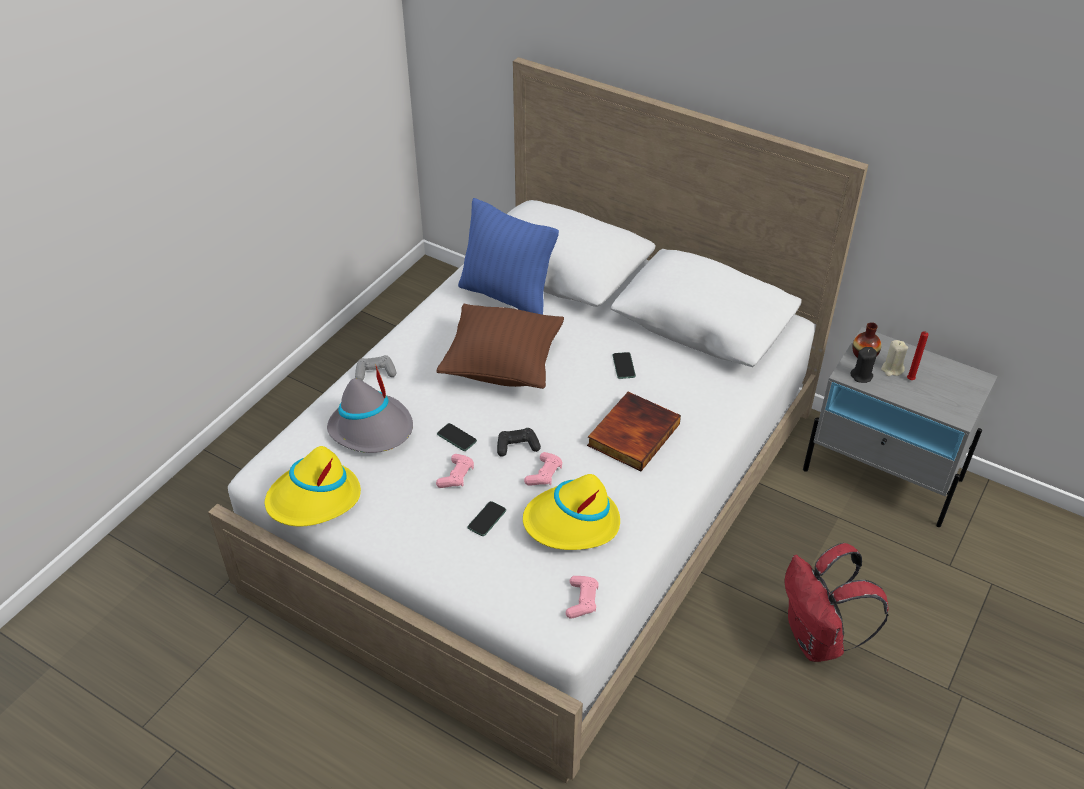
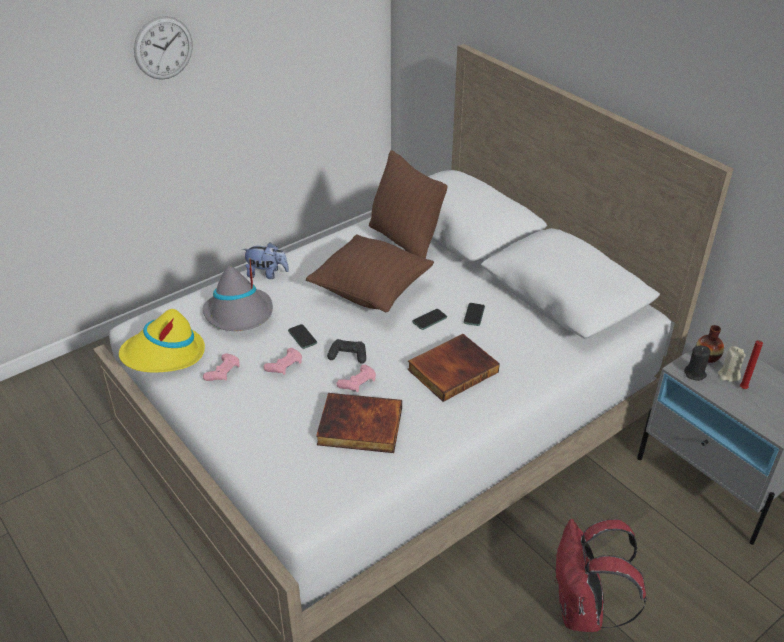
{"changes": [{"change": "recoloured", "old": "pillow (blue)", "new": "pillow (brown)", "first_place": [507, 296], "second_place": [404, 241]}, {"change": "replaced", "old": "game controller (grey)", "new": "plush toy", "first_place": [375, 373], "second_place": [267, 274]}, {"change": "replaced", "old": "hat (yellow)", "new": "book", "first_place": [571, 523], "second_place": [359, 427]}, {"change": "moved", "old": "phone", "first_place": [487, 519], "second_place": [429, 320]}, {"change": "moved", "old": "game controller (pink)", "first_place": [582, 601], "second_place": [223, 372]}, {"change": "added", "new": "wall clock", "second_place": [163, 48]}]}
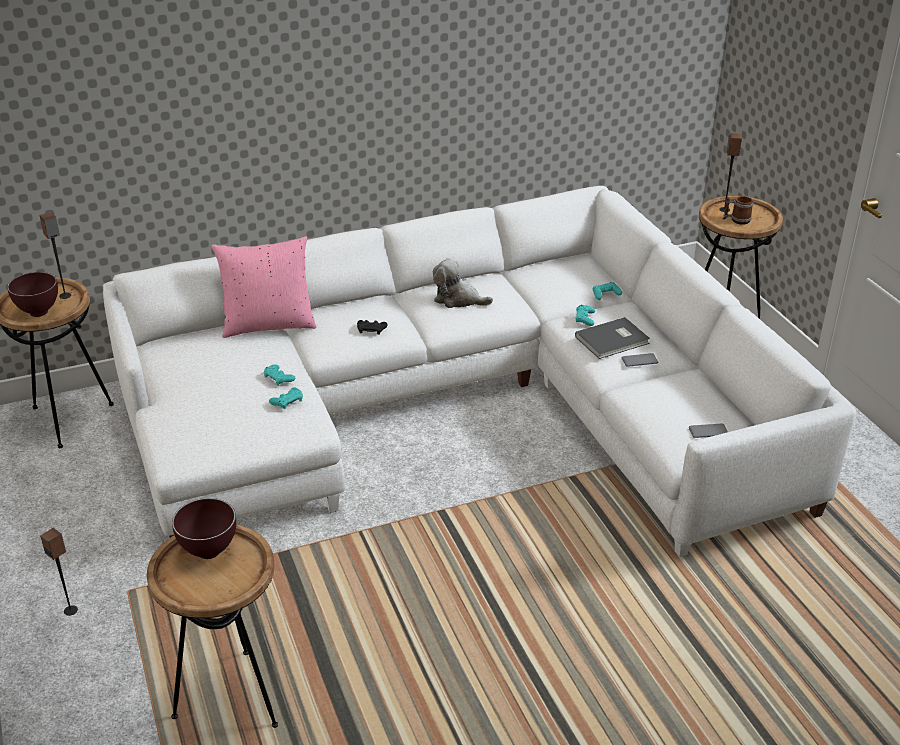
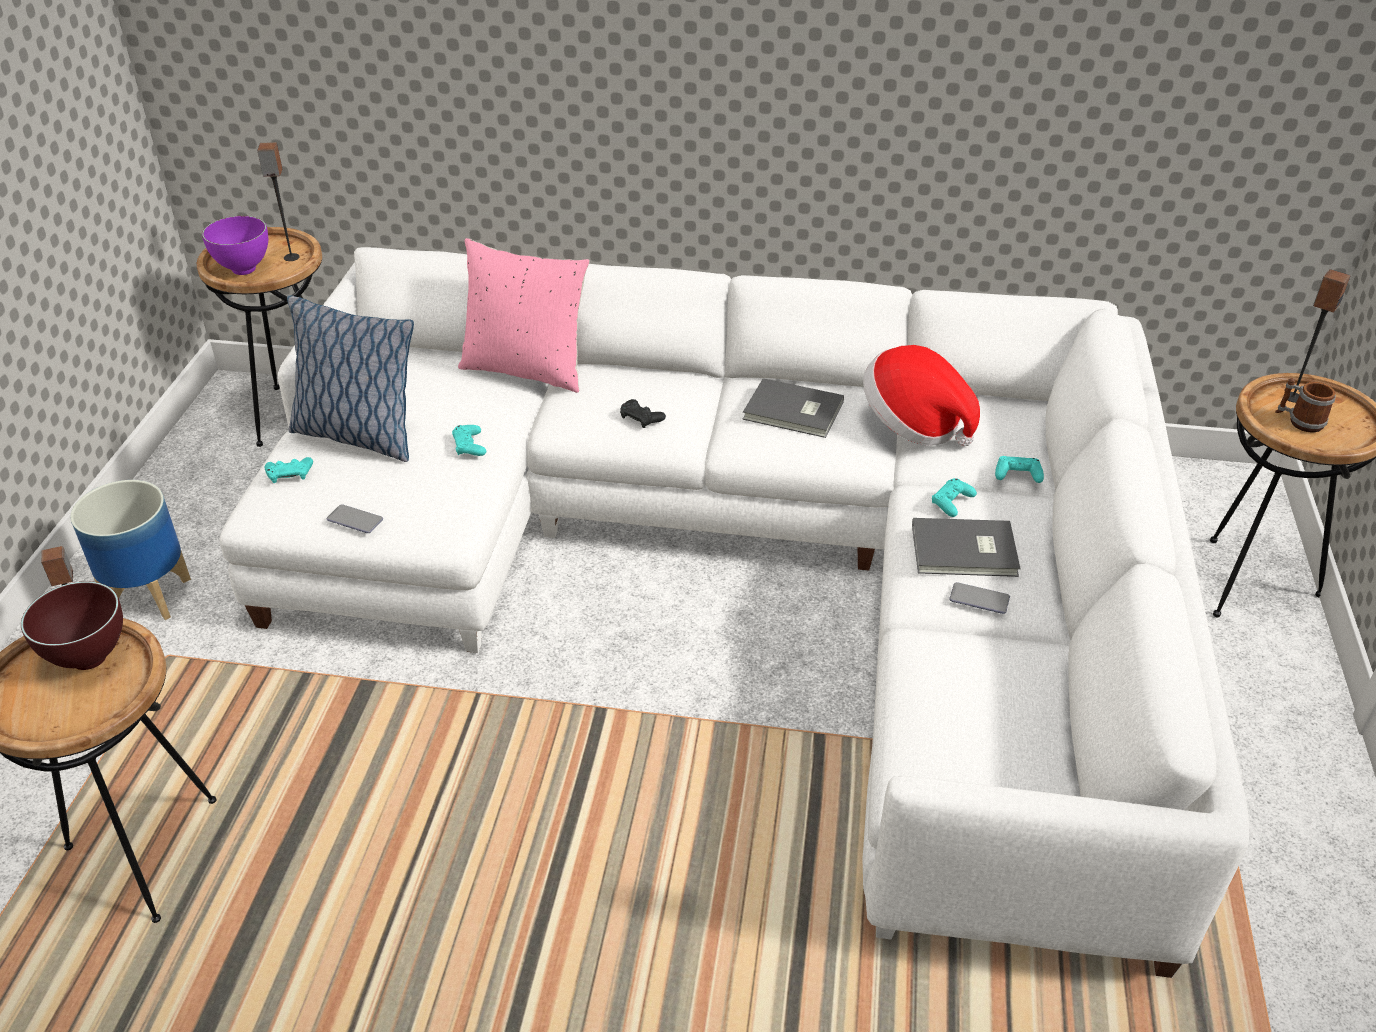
{"changes": [{"change": "replaced", "old": "plush toy", "new": "book (grey)", "first_place": [458, 299], "second_place": [794, 412]}, {"change": "recoloured", "old": "bowl (brown)", "new": "bowl (purple)", "first_place": [39, 313], "second_place": [244, 271]}, {"change": "moved", "old": "game controller (turquoise)", "first_place": [287, 401], "second_place": [289, 474]}, {"change": "moved", "old": "phone", "first_place": [708, 431], "second_place": [355, 520]}, {"change": "added", "new": "pillow", "second_place": [357, 435]}, {"change": "added", "new": "hat", "second_place": [914, 424]}, {"change": "added", "new": "planter", "second_place": [152, 596]}]}
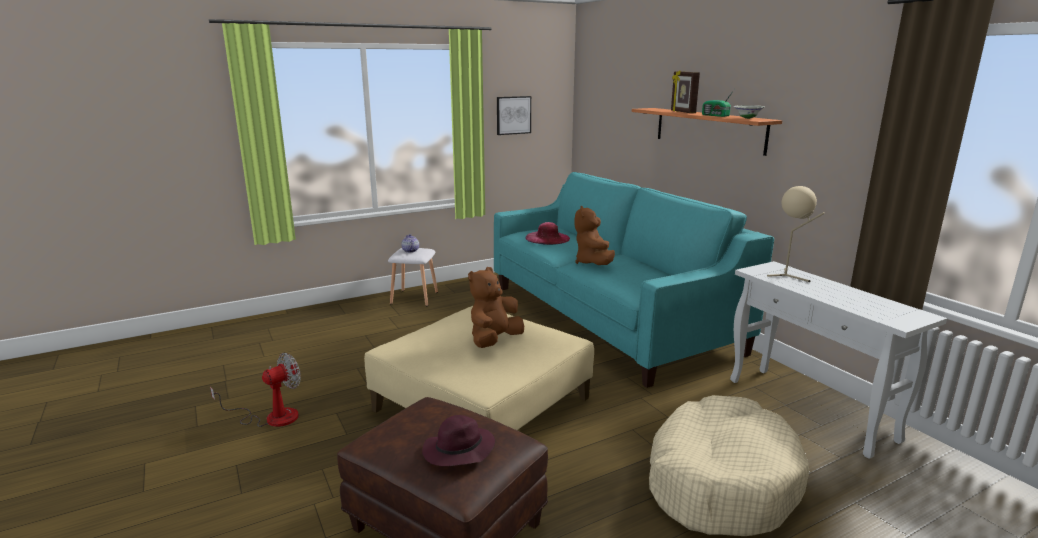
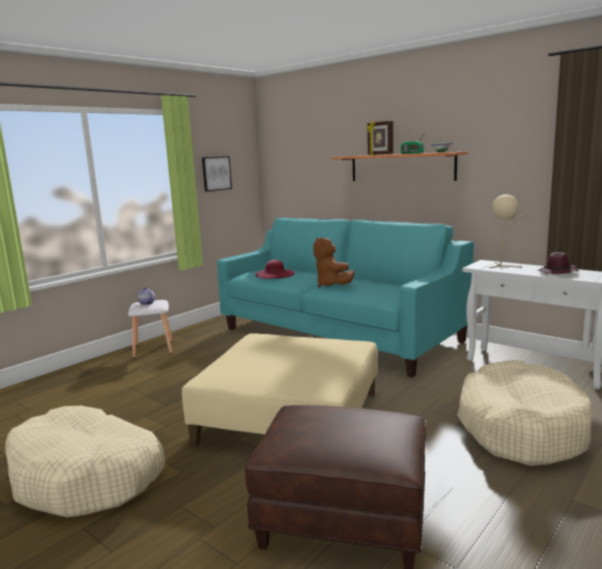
{"changes": [{"change": "removed", "old": "plush toy (brown)", "first_place": [494, 341]}, {"change": "replaced", "old": "fan", "new": "dog bed (beige)", "first_place": [271, 417], "second_place": [87, 476]}, {"change": "moved", "old": "hat (purple)", "first_place": [458, 451], "second_place": [557, 272]}]}
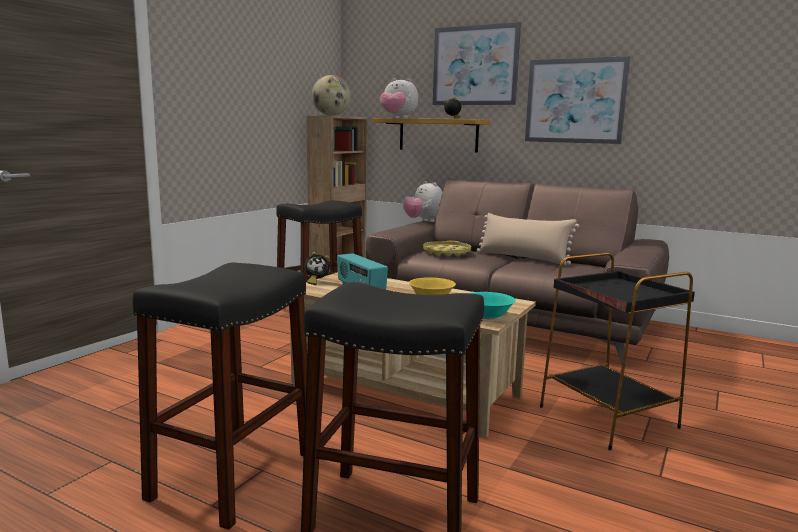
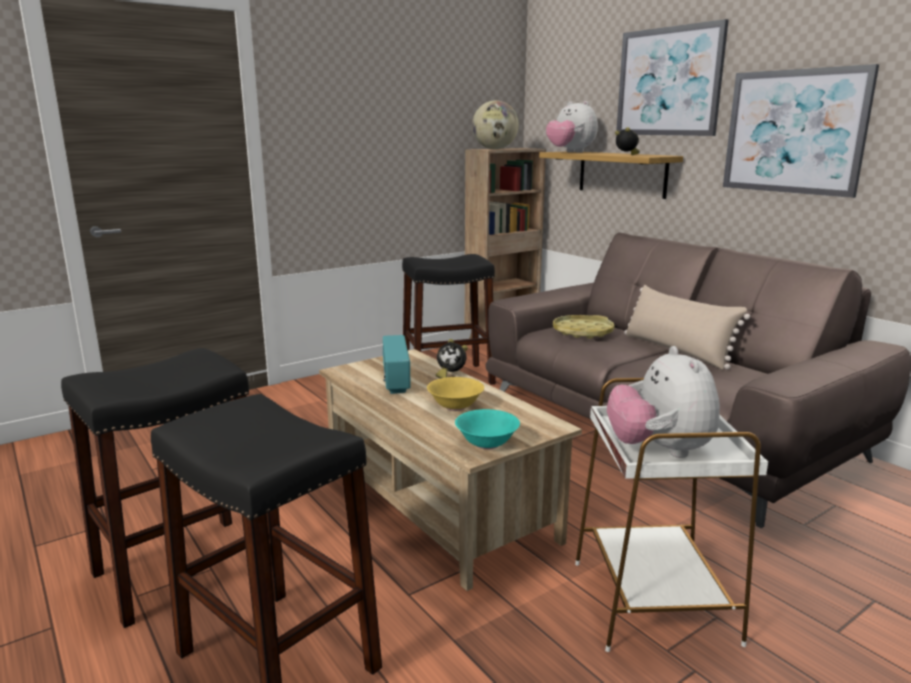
{"changes": [{"change": "moved", "old": "plush toy", "first_place": [423, 221], "second_place": [659, 450]}, {"change": "moved", "old": "alarm clock", "first_place": [316, 282], "second_place": [450, 375]}, {"change": "recoloured", "old": "side table (black)", "new": "side table (white)", "first_place": [608, 418], "second_place": [652, 602]}]}
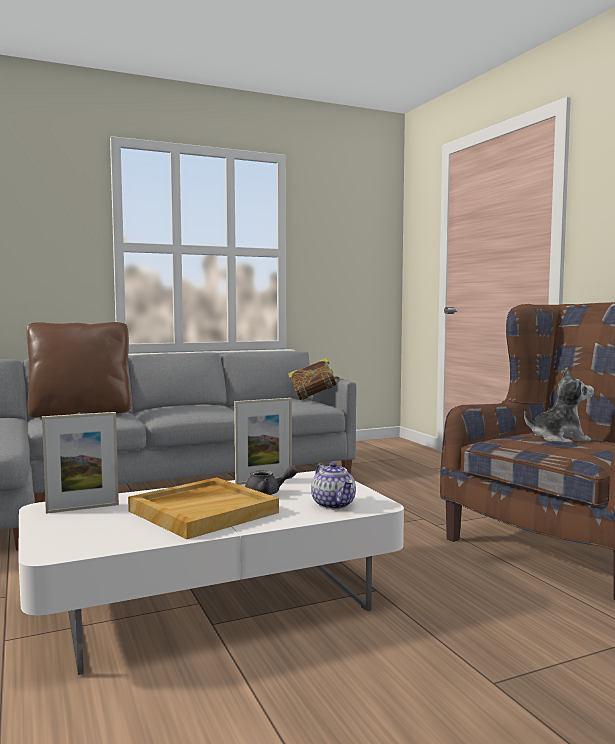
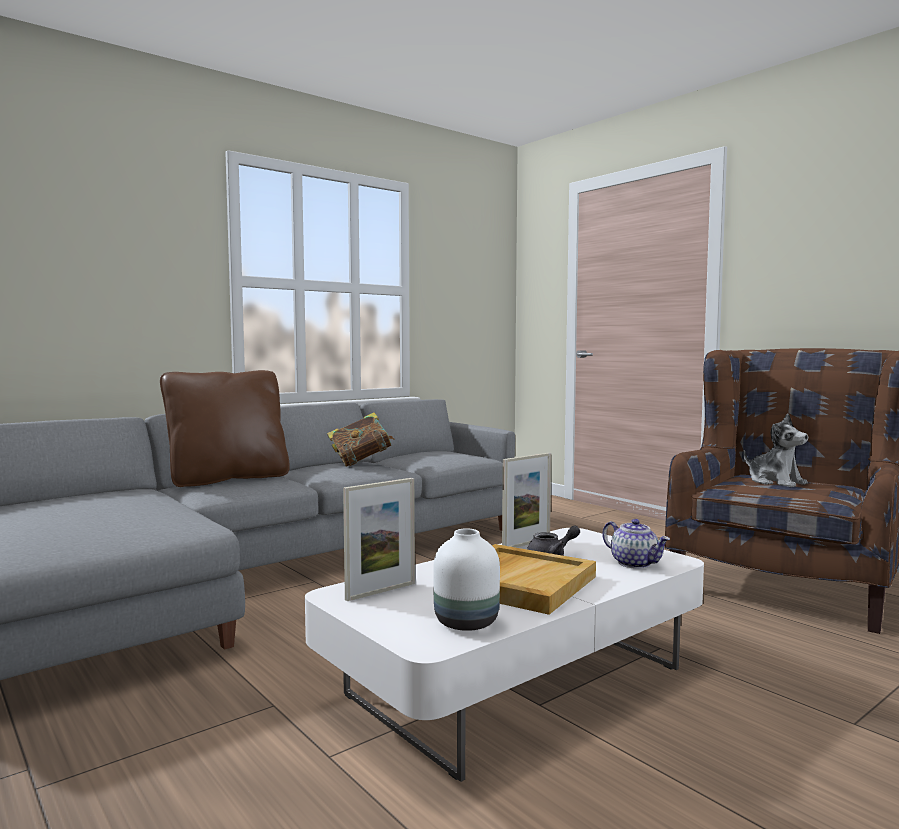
{"changes": [{"change": "moved", "old": "book", "first_place": [313, 398], "second_place": [361, 463]}, {"change": "turned", "old": "plush toy", "first_place": [558, 439], "second_place": [775, 482], "degrees": 75}, {"change": "added", "new": "vase (white)", "second_place": [467, 622]}]}
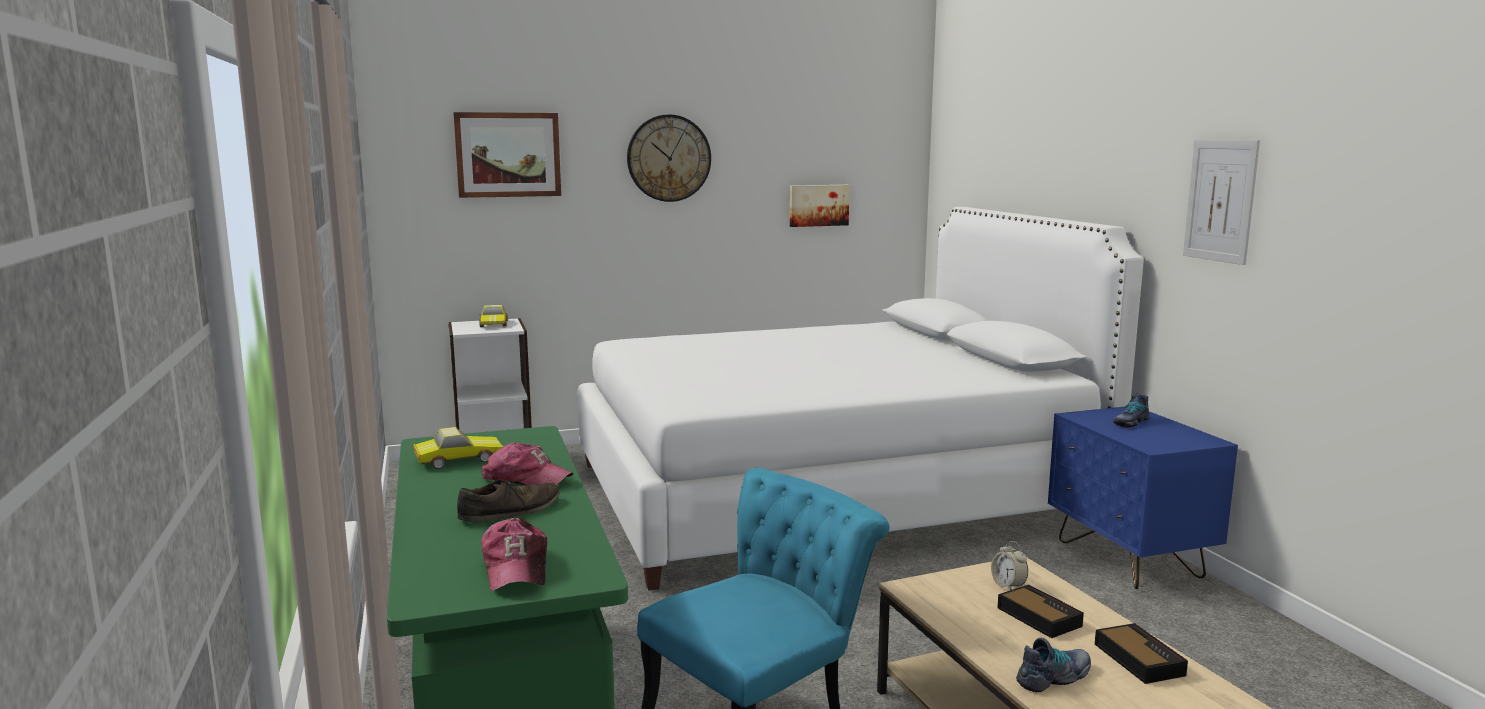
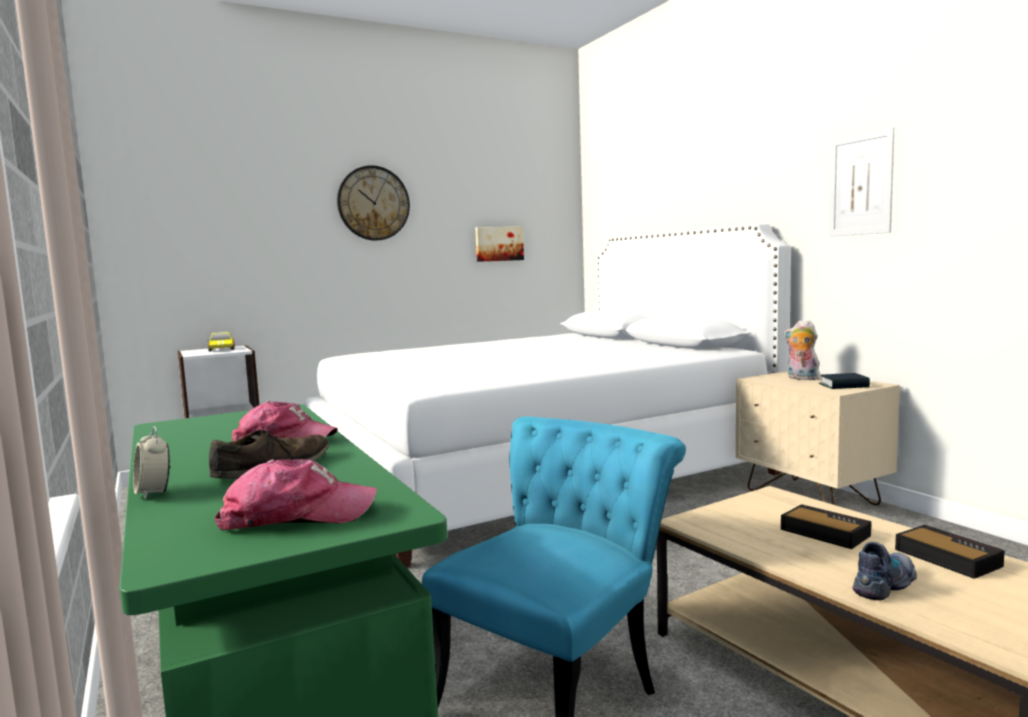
{"changes": [{"change": "removed", "old": "picture", "first_place": [508, 155]}, {"change": "replaced", "old": "shoe", "new": "plush toy", "first_place": [1130, 422], "second_place": [801, 378]}, {"change": "recoloured", "old": "nightstand (blue)", "new": "nightstand (beige)", "first_place": [1129, 560], "second_place": [812, 497]}, {"change": "removed", "old": "toy car", "first_place": [458, 459]}, {"change": "turned", "old": "cap", "first_place": [516, 568], "second_place": [297, 516], "degrees": -75}, {"change": "moved", "old": "alarm clock", "first_place": [1008, 586], "second_place": [153, 493]}, {"change": "added", "new": "book", "second_place": [843, 386]}]}
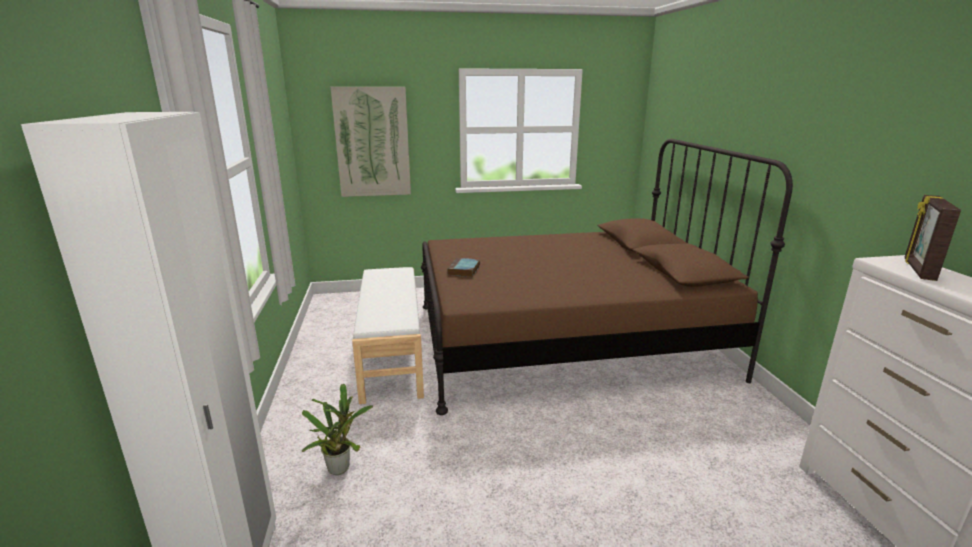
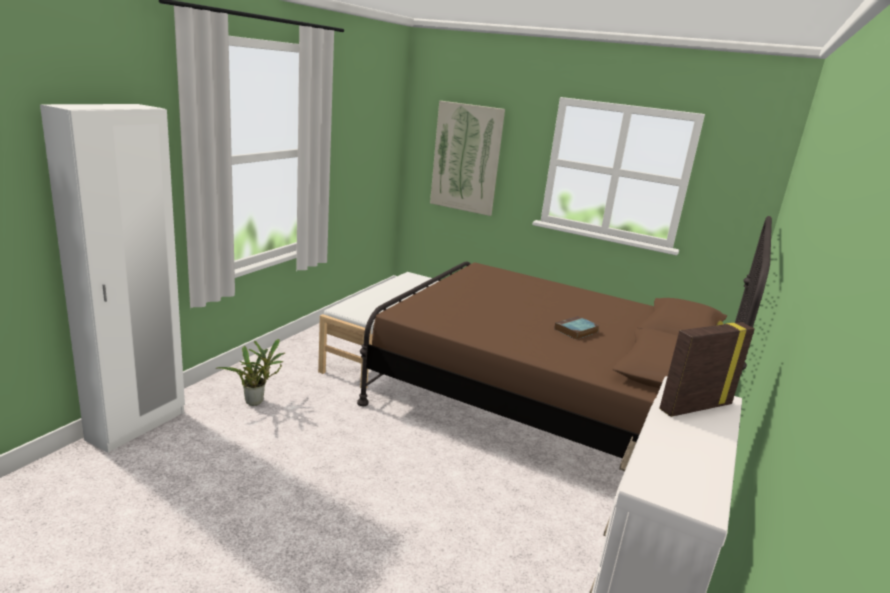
{"changes": [{"change": "moved", "old": "book", "first_place": [464, 270], "second_place": [575, 331]}]}
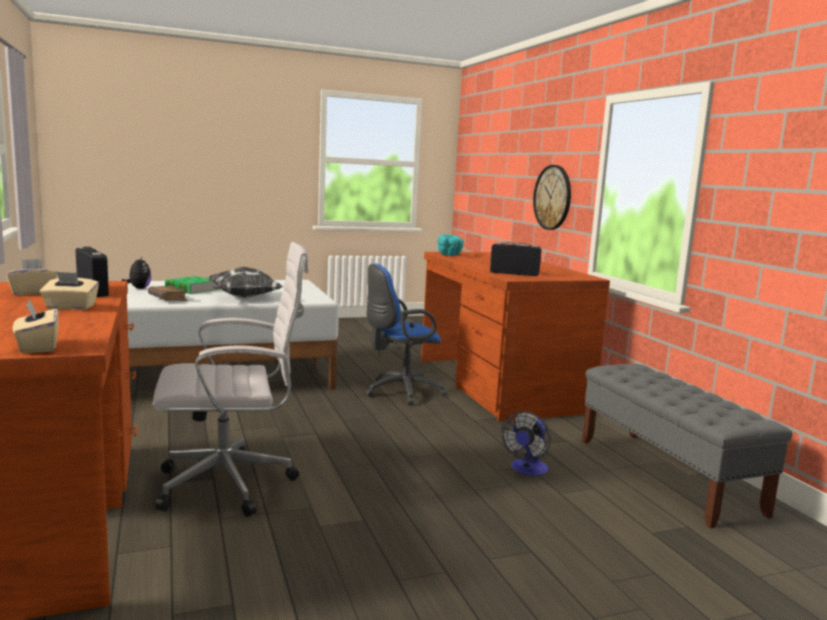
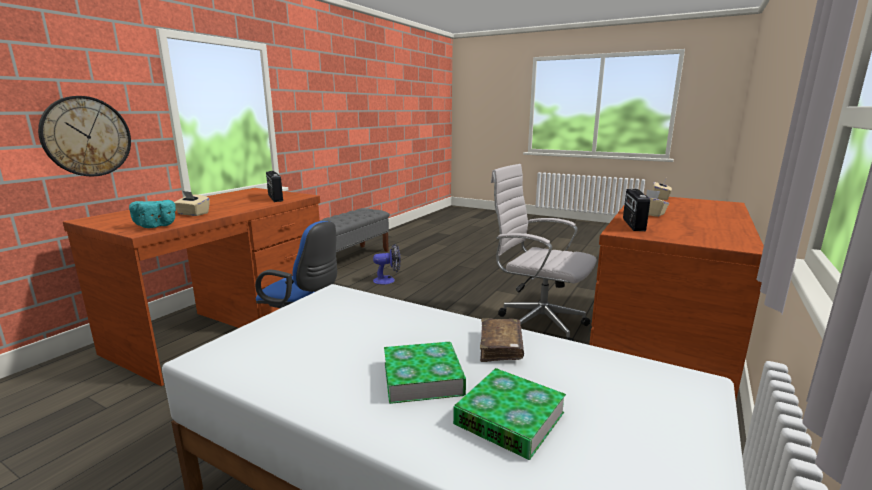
{"changes": [{"change": "replaced", "old": "plush toy", "new": "book", "first_place": [139, 288], "second_place": [509, 418]}, {"change": "moved", "old": "tissue box (beige)", "first_place": [33, 292], "second_place": [193, 214]}, {"change": "removed", "old": "pillow", "first_place": [243, 298]}]}
